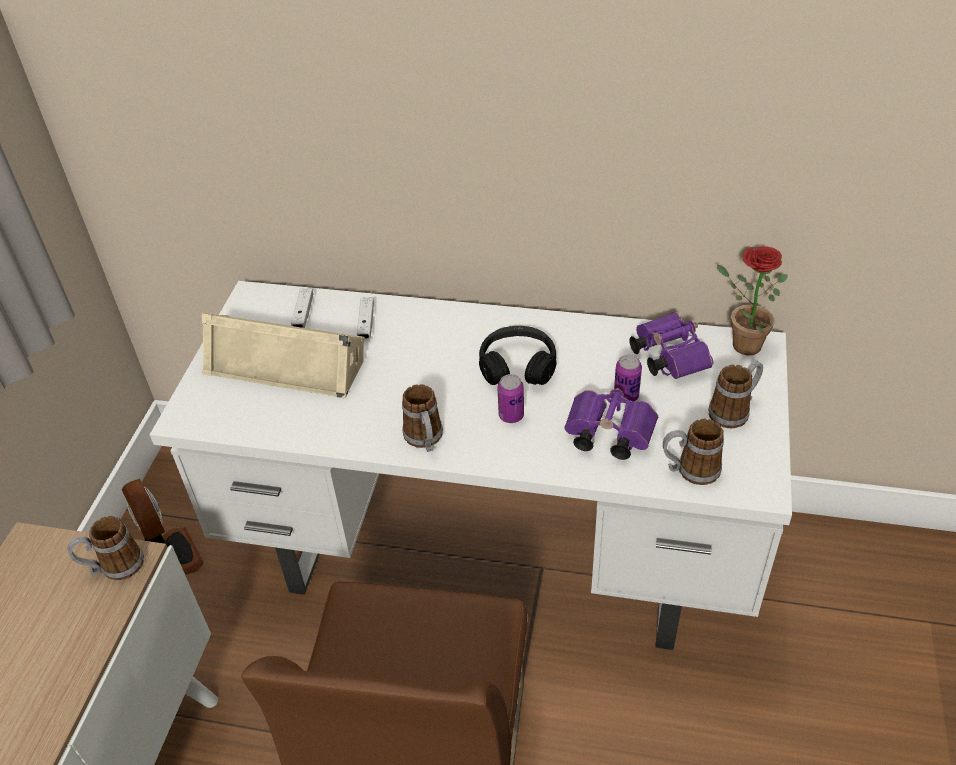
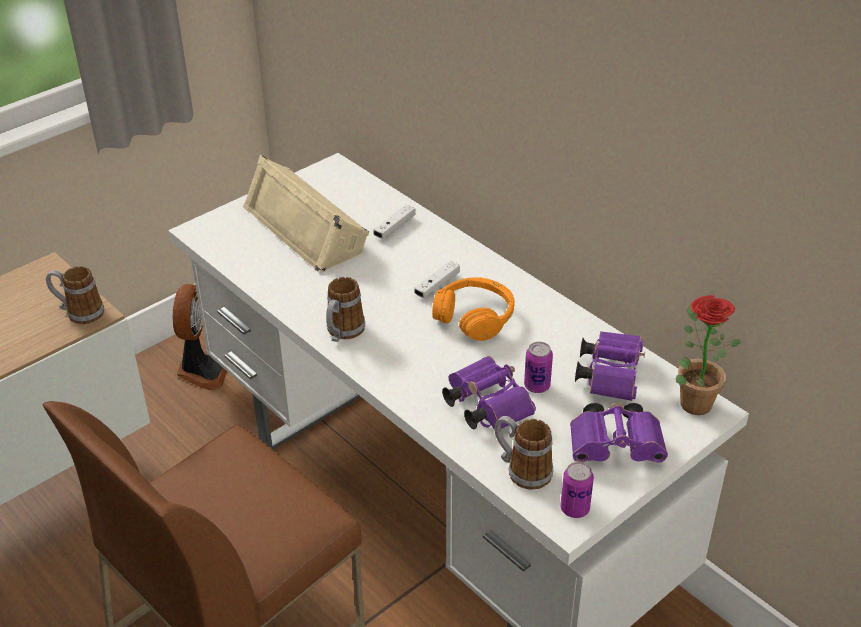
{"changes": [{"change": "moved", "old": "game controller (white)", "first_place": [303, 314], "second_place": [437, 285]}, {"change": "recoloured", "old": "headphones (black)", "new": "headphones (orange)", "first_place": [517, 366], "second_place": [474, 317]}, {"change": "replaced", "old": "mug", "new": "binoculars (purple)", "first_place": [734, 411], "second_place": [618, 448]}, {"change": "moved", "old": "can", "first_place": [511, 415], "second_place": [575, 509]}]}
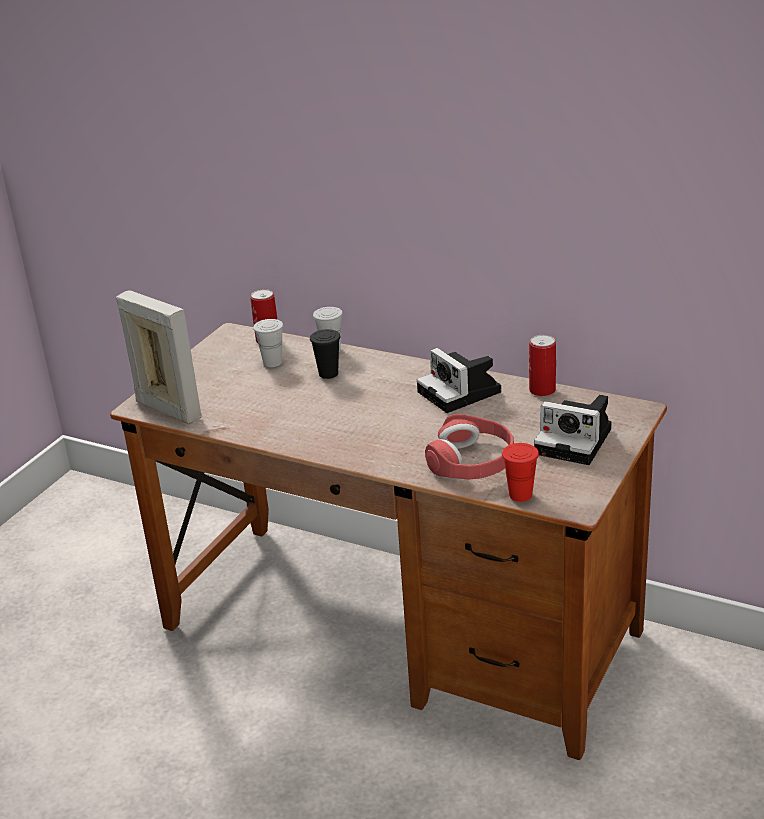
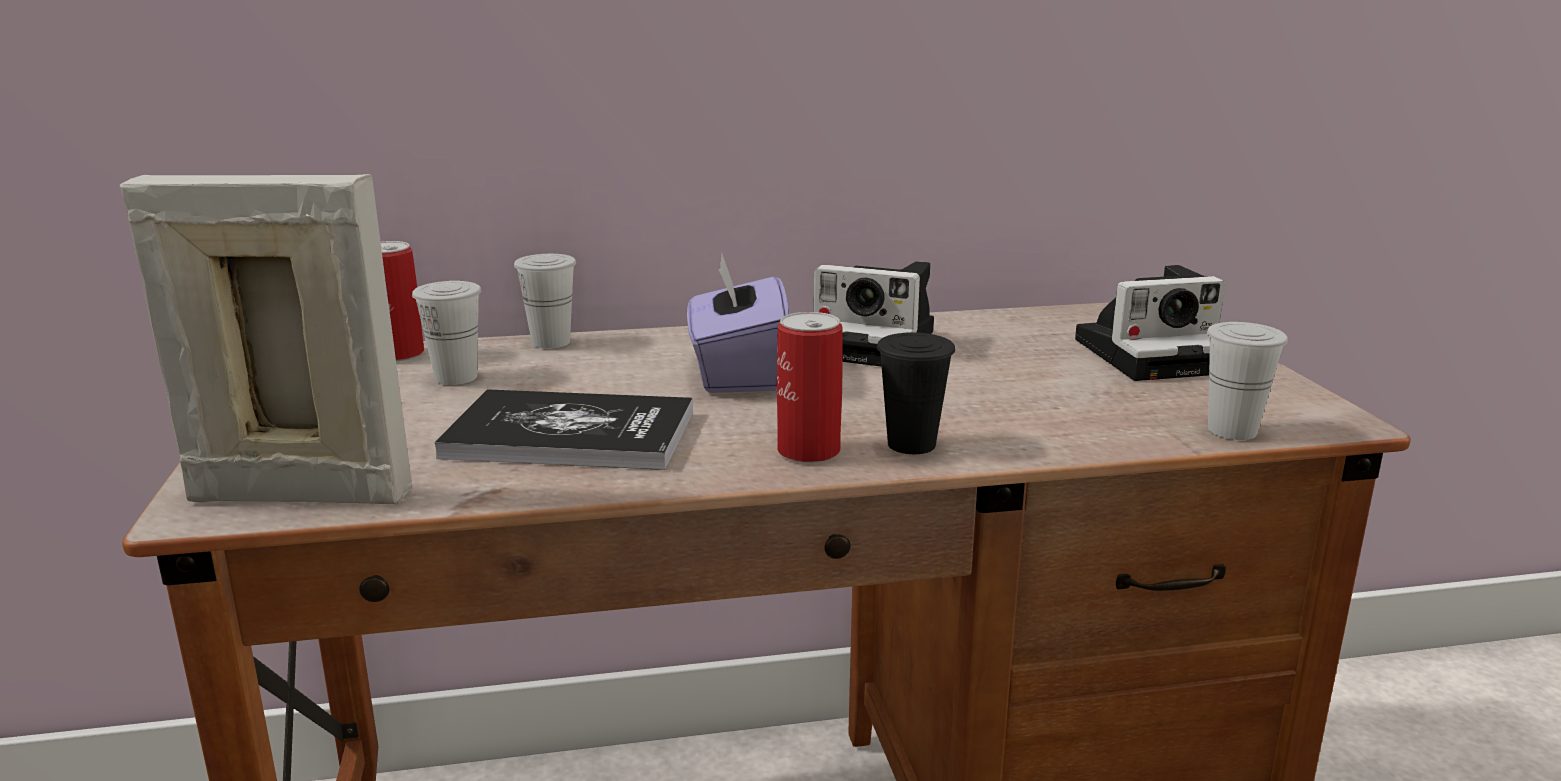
{"changes": [{"change": "moved", "old": "cup (black)", "first_place": [328, 374], "second_place": [911, 444]}, {"change": "moved", "old": "can", "first_place": [542, 390], "second_place": [808, 451]}, {"change": "removed", "old": "headphones (red)", "first_place": [472, 461]}, {"change": "recoloured", "old": "cup (red)", "new": "cup (white)", "first_place": [520, 495], "second_place": [1232, 430]}, {"change": "added", "new": "tissue box (purple)", "second_place": [737, 373]}, {"change": "added", "new": "book", "second_place": [570, 434]}]}
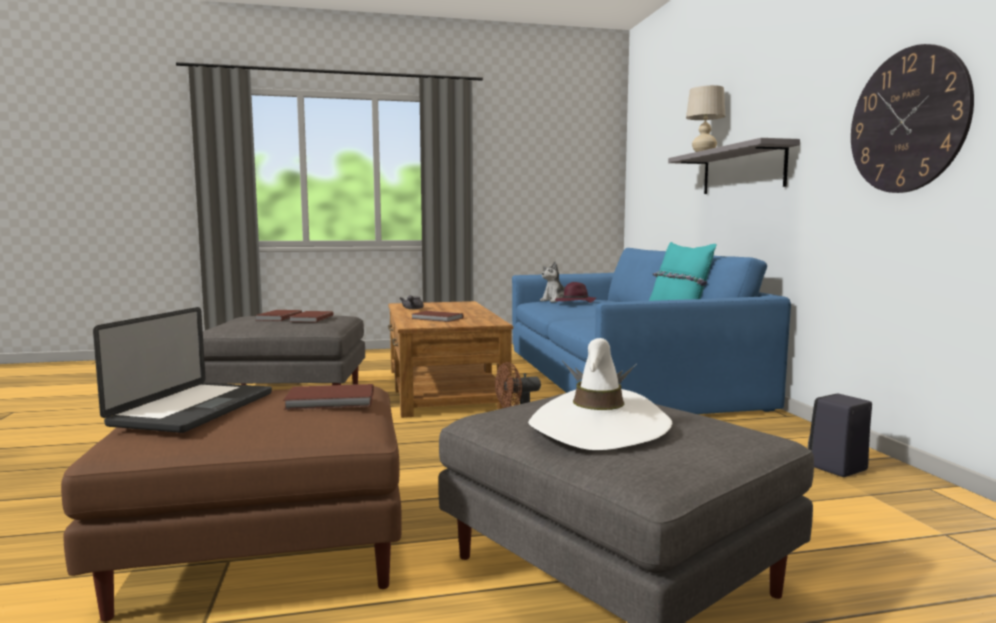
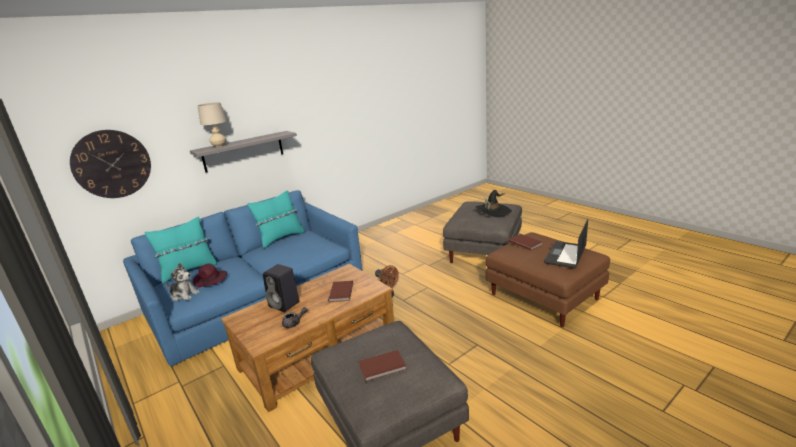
{"changes": [{"change": "moved", "old": "wall clock", "first_place": [907, 120], "second_place": [112, 164]}, {"change": "turned", "old": "laptop", "first_place": [194, 409], "second_place": [565, 255], "degrees": -45}, {"change": "removed", "old": "book (brown)", "first_place": [310, 319]}, {"change": "recoloured", "old": "hat (white)", "new": "hat (black)", "first_place": [598, 426], "second_place": [493, 211]}, {"change": "moved", "old": "speaker (black)", "first_place": [836, 468], "second_place": [285, 304]}, {"change": "added", "new": "pillow (turquoise)", "second_place": [188, 271]}]}
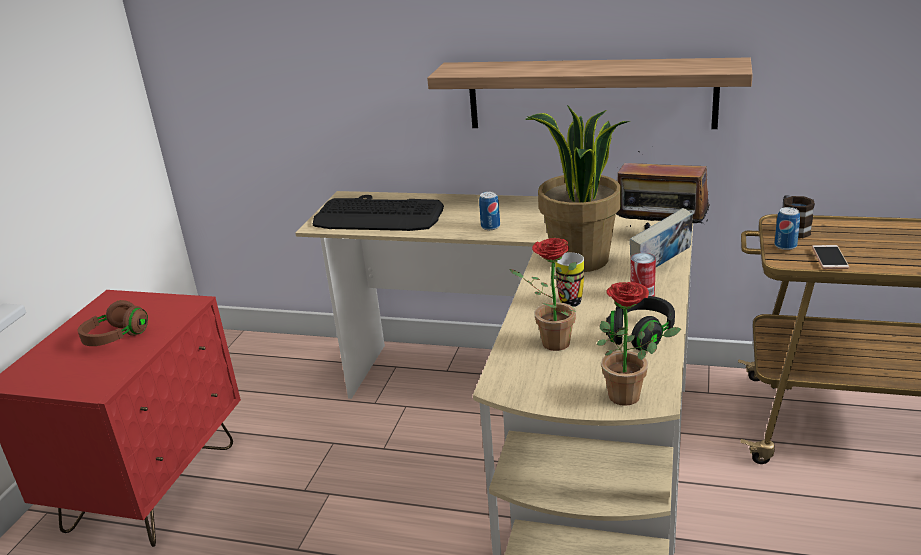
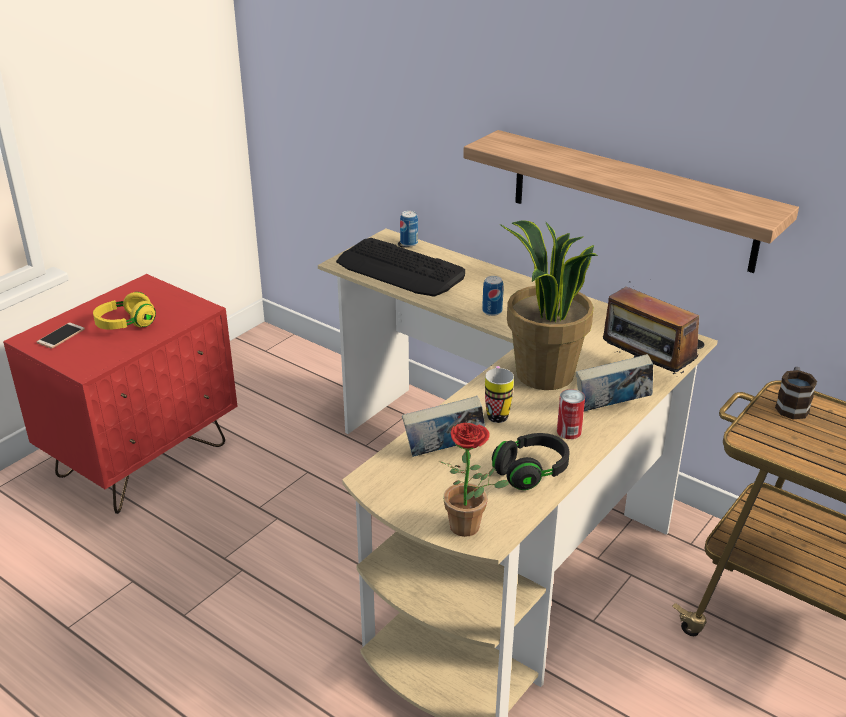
{"changes": [{"change": "moved", "old": "can", "first_place": [785, 246], "second_place": [409, 243]}, {"change": "replaced", "old": "potted plant", "new": "book", "first_place": [549, 343], "second_place": [444, 452]}, {"change": "moved", "old": "phone", "first_place": [829, 258], "second_place": [61, 336]}, {"change": "recoloured", "old": "headphones (brown)", "new": "headphones (yellow)", "first_place": [116, 337], "second_place": [126, 324]}]}
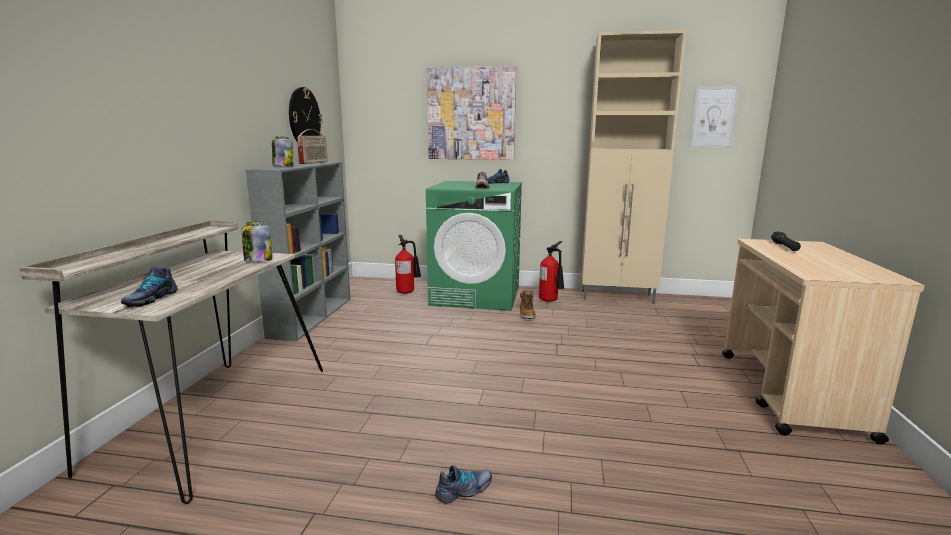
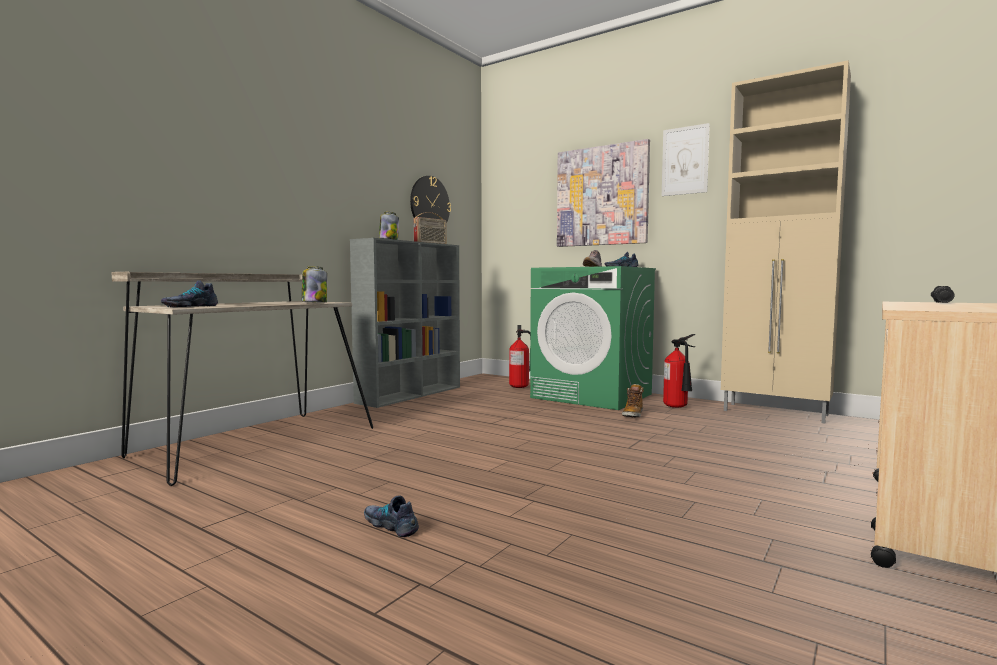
{"changes": [{"change": "moved", "old": "picture", "first_place": [713, 117], "second_place": [685, 160]}, {"change": "turned", "old": "shoe", "first_place": [464, 490], "second_place": [391, 525], "degrees": -135}]}
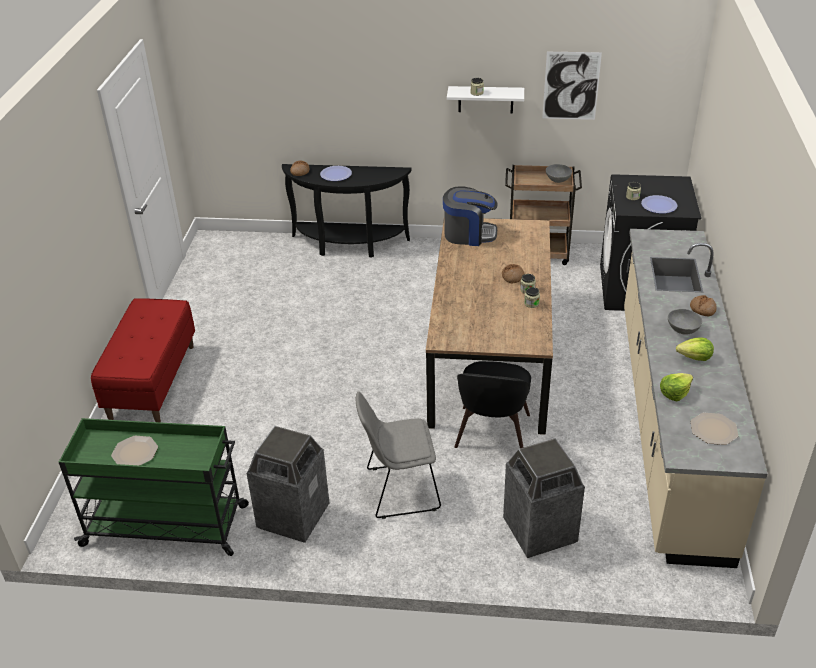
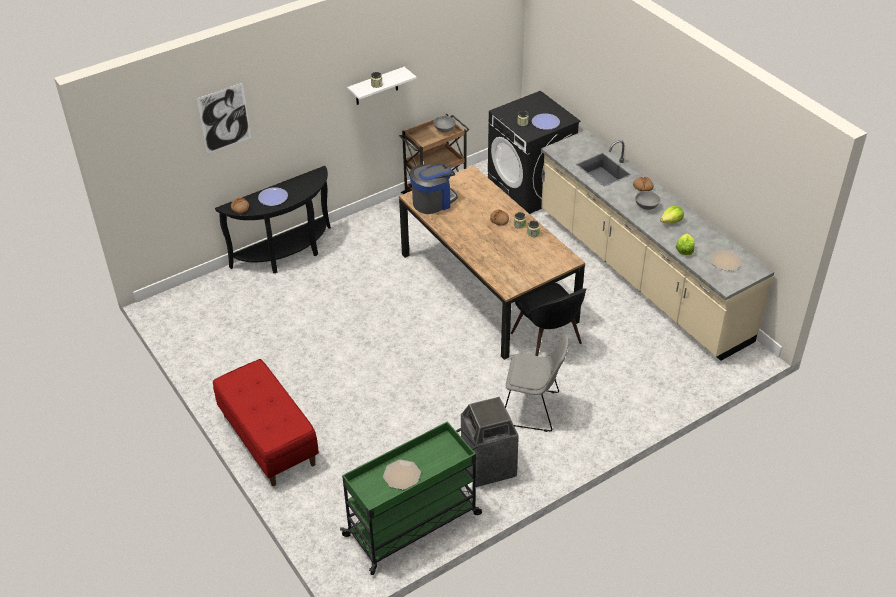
{"changes": [{"change": "moved", "old": "picture", "first_place": [571, 86], "second_place": [224, 118]}, {"change": "turned", "old": "chair (grey)", "first_place": [399, 490], "second_place": [533, 409], "degrees": -120}, {"change": "removed", "old": "trash can", "first_place": [539, 531]}]}
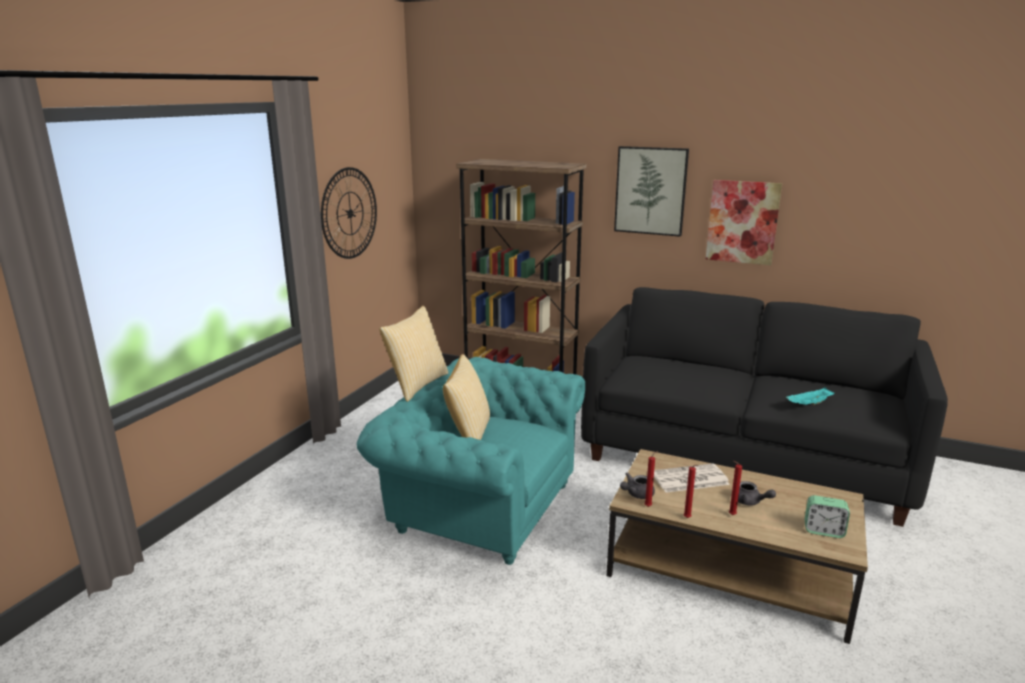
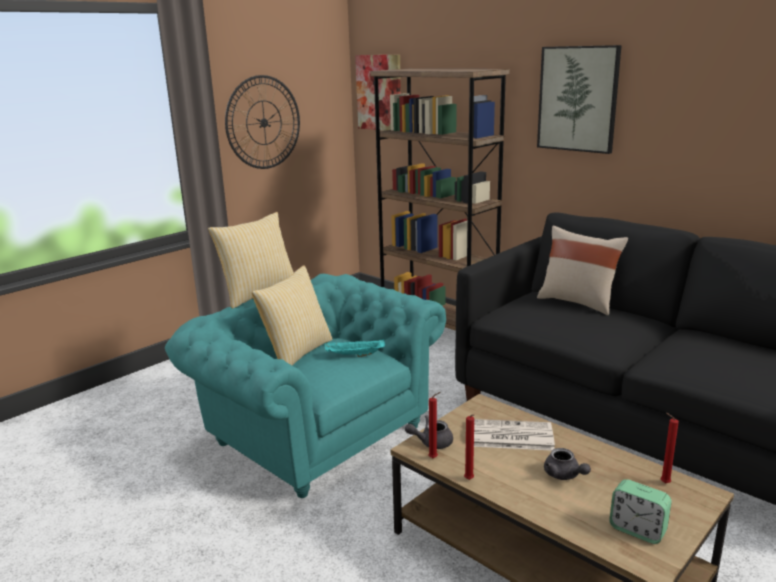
{"changes": [{"change": "moved", "old": "picture", "first_place": [742, 222], "second_place": [379, 93]}, {"change": "moved", "old": "tray (turquoise)", "first_place": [809, 404], "second_place": [354, 355]}, {"change": "moved", "old": "candle (red)", "first_place": [731, 515], "second_place": [663, 483]}, {"change": "added", "new": "pillow (beige)", "second_place": [578, 302]}]}
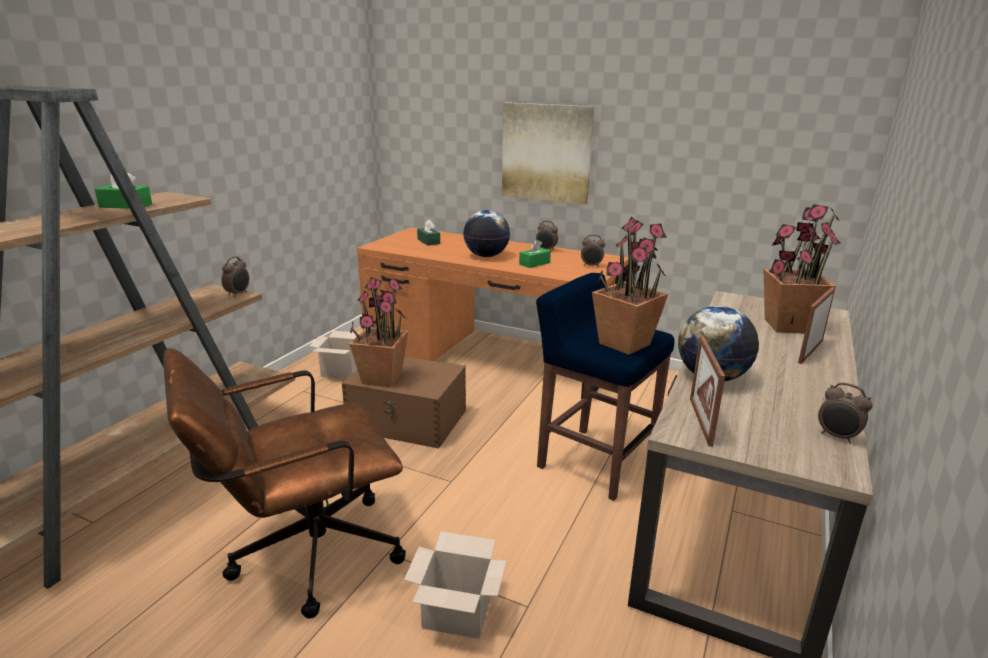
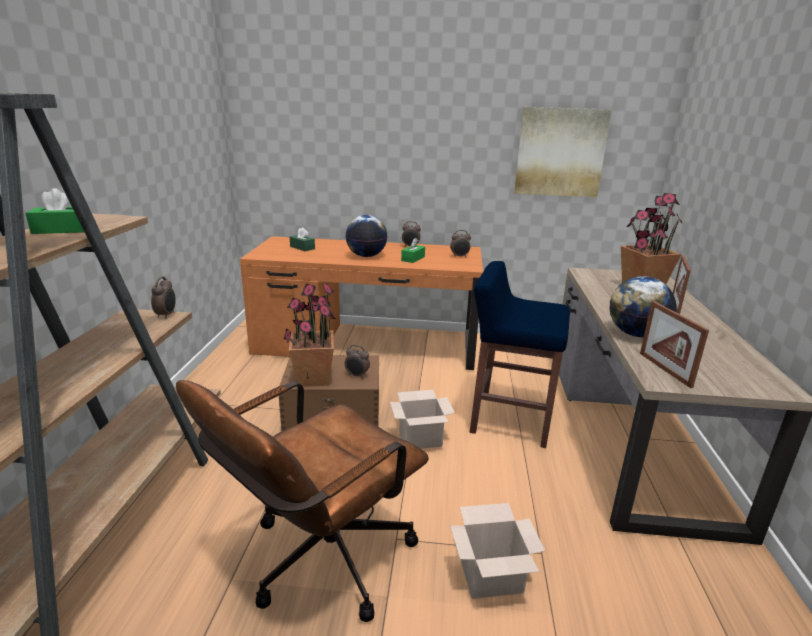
{"changes": [{"change": "moved", "old": "picture", "first_place": [546, 153], "second_place": [560, 152]}, {"change": "removed", "old": "potted plant", "first_place": [624, 343]}, {"change": "moved", "old": "cardboard box", "first_place": [342, 371], "second_place": [421, 438]}, {"change": "moved", "old": "alarm clock", "first_place": [837, 437], "second_place": [357, 376]}]}
